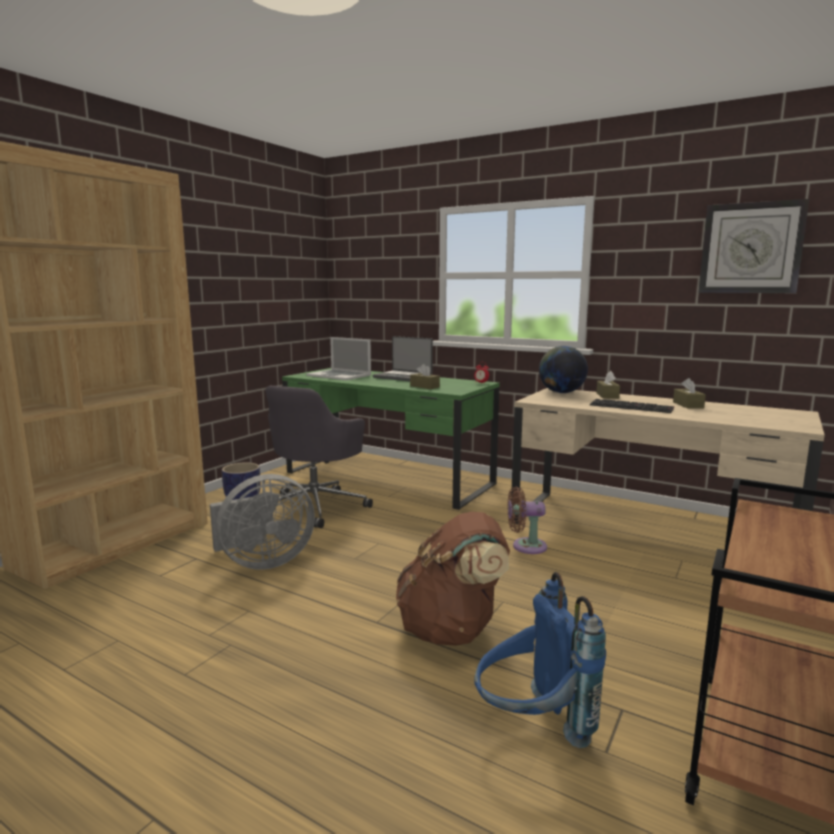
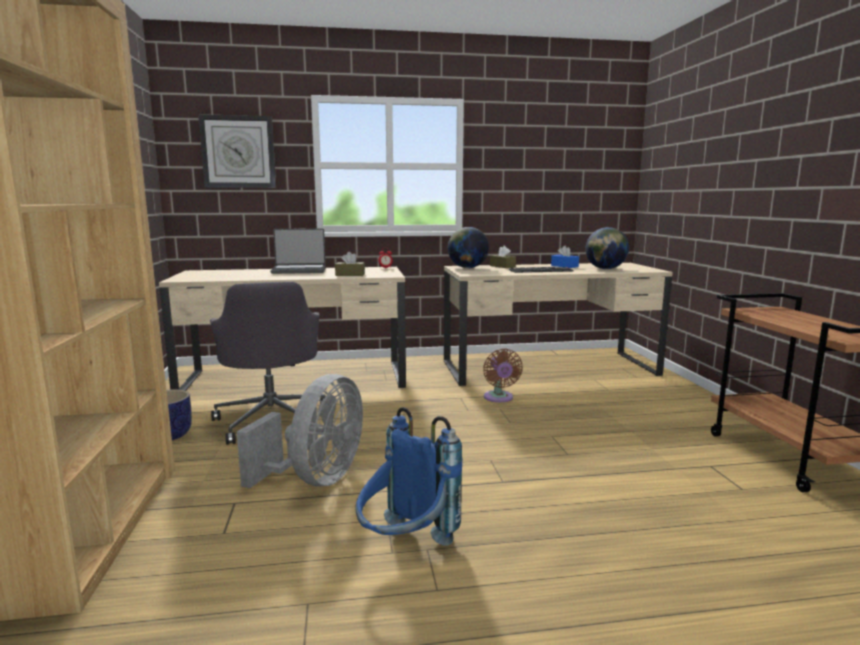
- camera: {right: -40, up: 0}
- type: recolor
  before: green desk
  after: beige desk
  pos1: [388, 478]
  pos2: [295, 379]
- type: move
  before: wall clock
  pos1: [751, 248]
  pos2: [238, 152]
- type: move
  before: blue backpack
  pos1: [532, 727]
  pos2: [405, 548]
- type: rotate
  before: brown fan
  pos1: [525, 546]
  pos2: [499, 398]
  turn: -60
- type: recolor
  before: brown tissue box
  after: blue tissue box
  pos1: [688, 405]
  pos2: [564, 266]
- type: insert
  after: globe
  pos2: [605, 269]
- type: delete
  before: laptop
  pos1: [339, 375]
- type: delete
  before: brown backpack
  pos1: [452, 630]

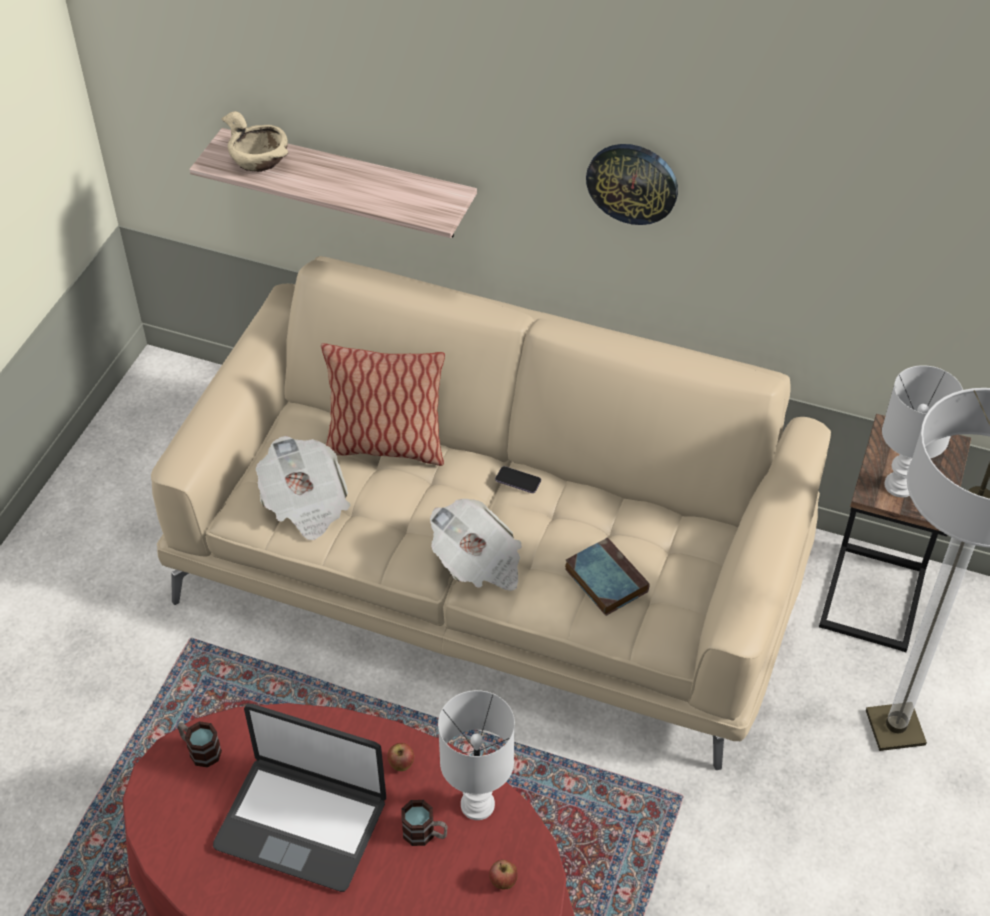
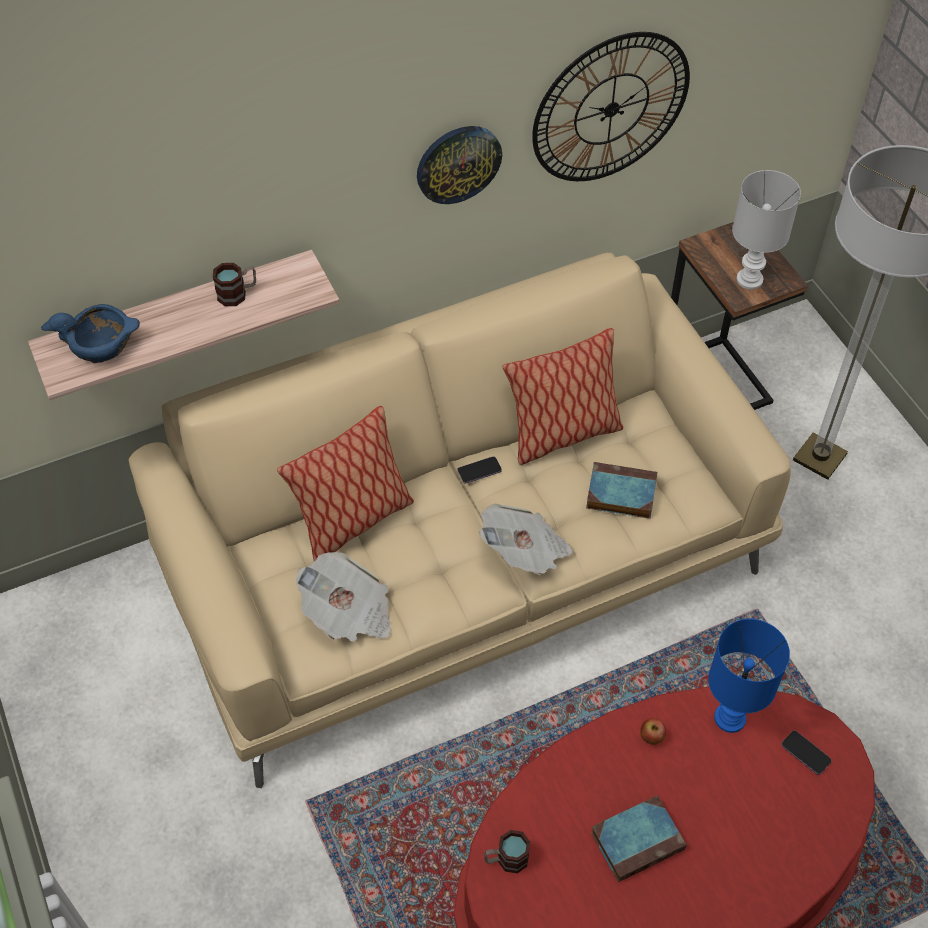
- camera: {right: -45, up: 5}
- type: recolor
  before: beige bowl
  after: blue bowl
  pos1: [259, 160]
  pos2: [101, 345]
- type: move
  before: mug
  pos1: [425, 834]
  pos2: [237, 294]
- type: insert
  after: pillow
  pos2: [562, 434]
- type: insert
  after: wall clock
  pos2: [611, 109]
- type: replace
  before: laptop
  after: book
  pos1: [302, 822]
  pos2: [638, 840]
- type: recolor
  before: white table lamp
  after: blue table lamp
  pos1: [478, 804]
  pos2: [729, 717]
- type: replace
  before: apple
  after: phone
  pos1: [503, 882]
  pos2: [805, 753]

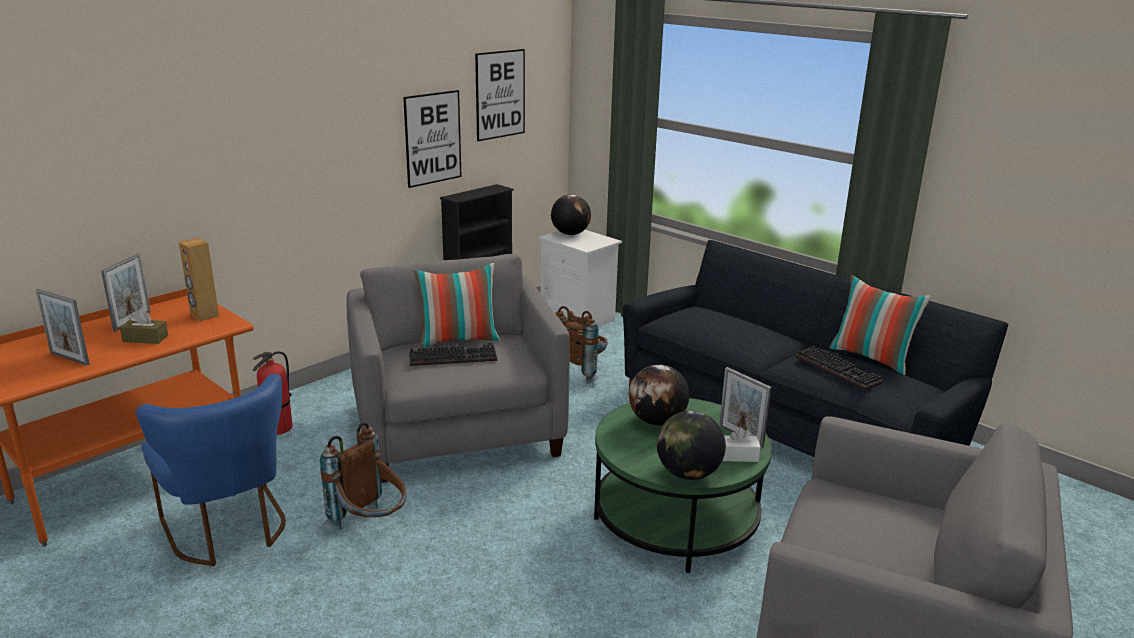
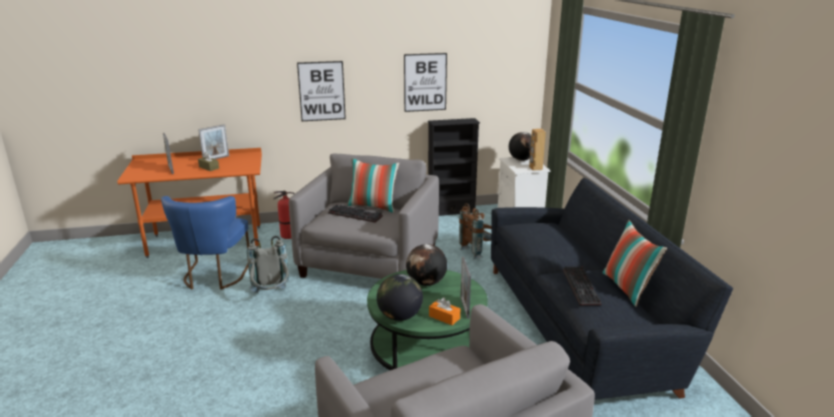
- camera: {right: 35, up: 0}
- type: recolor
  before: brown backpack
  after: grey backpack
  pos1: [371, 526]
  pos2: [271, 296]
- type: move
  before: picture
  pos1: [500, 94]
  pos2: [321, 91]
- type: recolor
  before: white tissue box
  after: orange tissue box
  pos1: [737, 456]
  pos2: [444, 317]
- type: move
  before: brown speaker
  pos1: [204, 315]
  pos2: [535, 168]

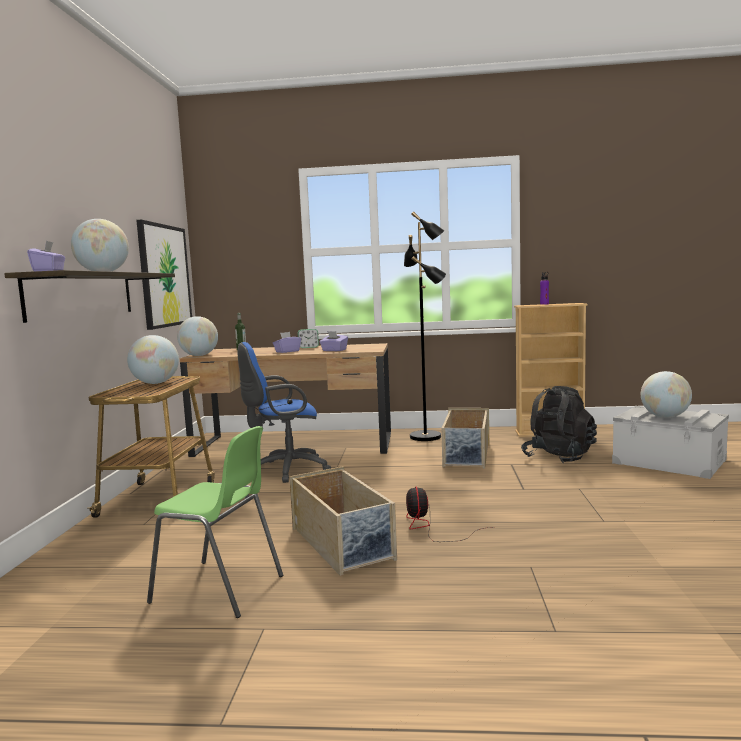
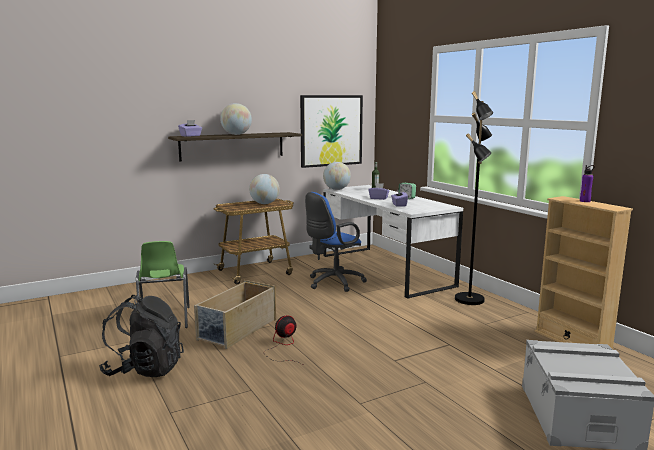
- camera: {right: 55, up: 5}
- type: move
  before: black backpack
  pos1: [558, 457]
  pos2: [145, 369]
- type: rotate
  before: blue office chair
  pos1: [285, 470]
  pos2: [333, 283]
  turn: -75
- type: recolor
  before: brown desk
  after: white desk
  pos1: [294, 444]
  pos2: [384, 270]
- type: delete
  before: beige storage box
  pos1: [466, 456]
- type: delete
  before: globe
  pos1: [665, 417]

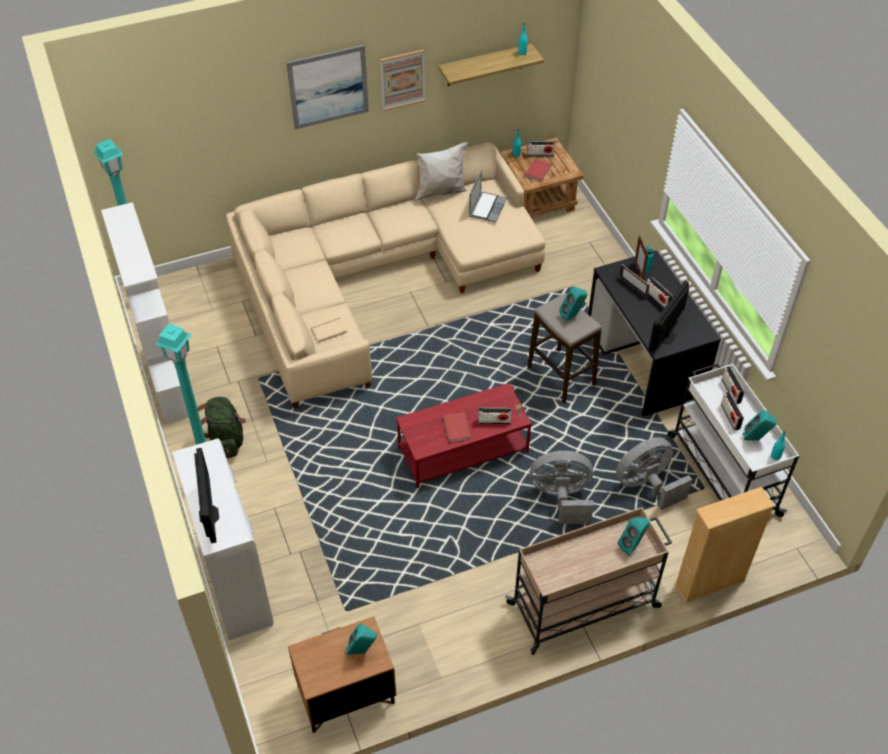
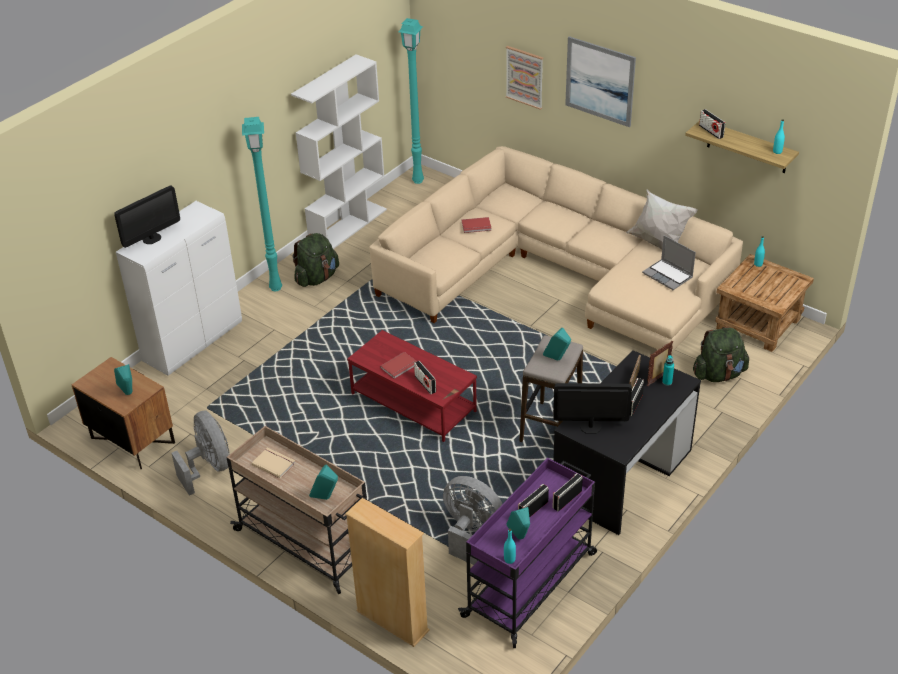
- camera: {right: 60, up: -10}
- type: move
  before: grey fan
  pos1: [561, 498]
  pos2: [209, 468]
- type: move
  before: beige book
  pos1: [328, 330]
  pos2: [274, 463]
- type: recolor
  before: white cart
  after: purple cart
  pos1: [722, 473]
  pos2: [531, 583]
- type: move
  before: red book
  pos1: [539, 171]
  pos2: [476, 226]
- type: move
  before: picture
  pos1: [402, 79]
  pos2: [525, 77]
- type: rotate
  before: laptop
  pos1: [487, 207]
  pos2: [668, 275]
  turn: 60
- type: insert
  after: green backpack
  pos2: [719, 374]
- type: move
  before: radio
  pos1: [540, 154]
  pos2: [711, 131]

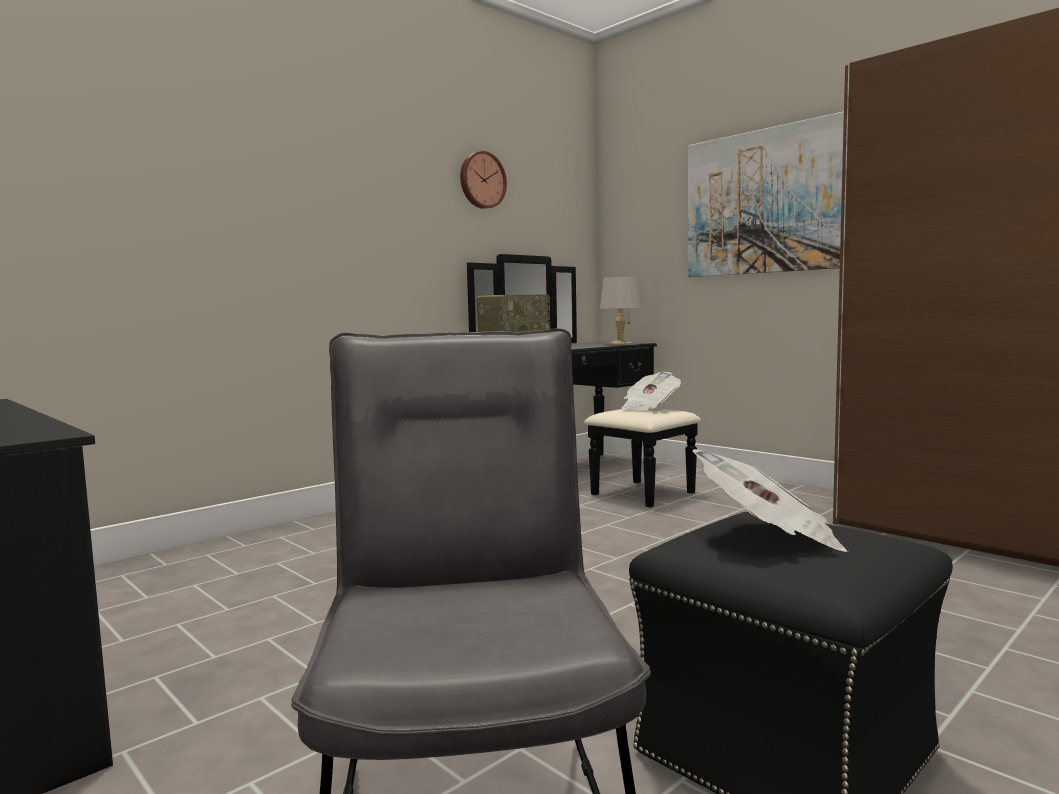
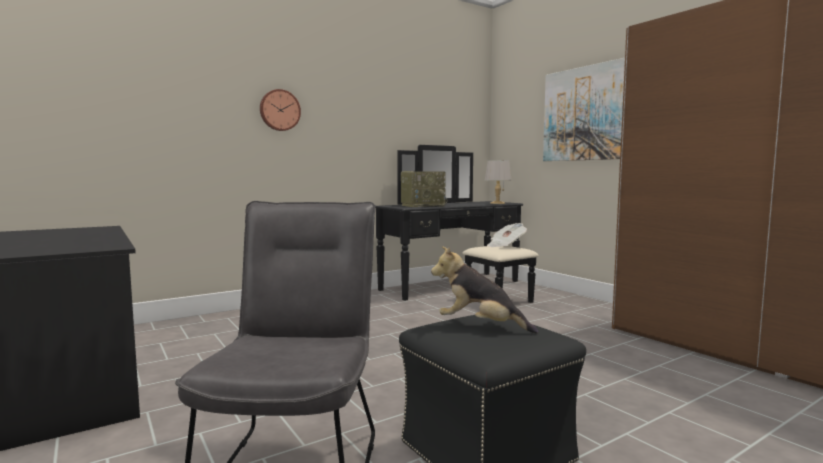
- camera: {right: 10, up: 0}
- type: move
  before: wall clock
  pos1: [481, 180]
  pos2: [279, 110]
- type: replace
  before: newspaper
  after: plush toy
  pos1: [769, 537]
  pos2: [480, 326]

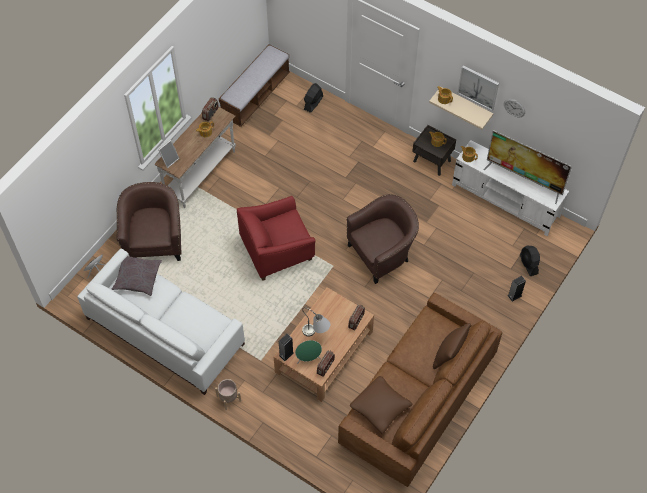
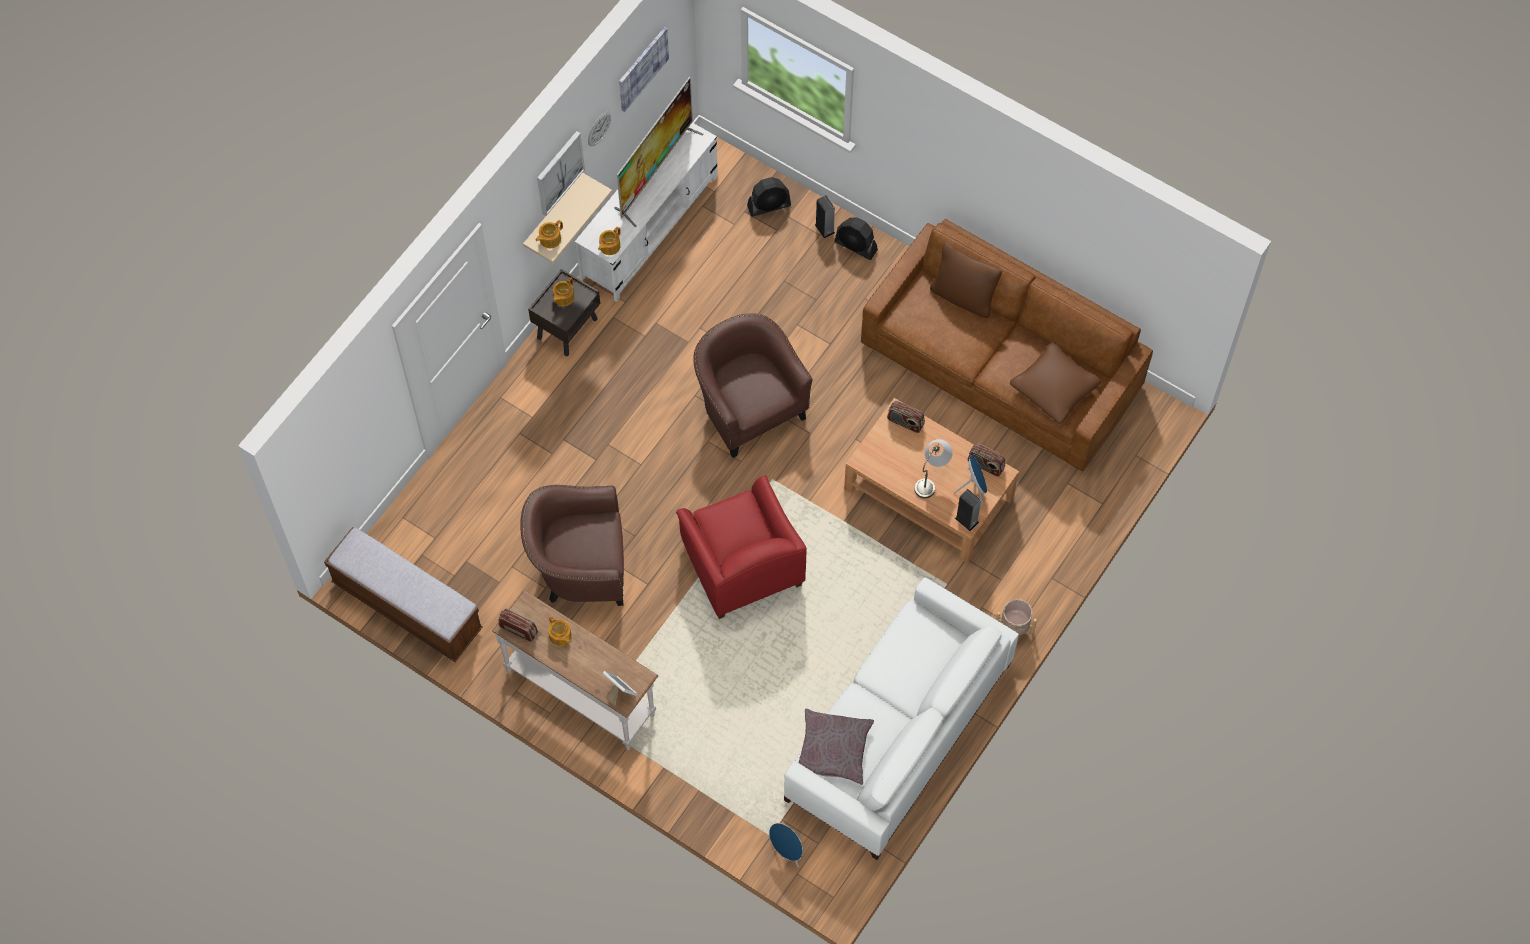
- camera: {right: -90, up: 5}
- type: move
  before: brown armchair
  pos1: [154, 241]
  pos2: [579, 568]
- type: insert
  after: picture
  pos2: [642, 68]
- type: move
  before: black fan
  pos1: [313, 103]
  pos2: [856, 246]
- type: recolor
  before: green speaker
  after: blue speaker
  pos1: [308, 358]
  pos2: [973, 489]

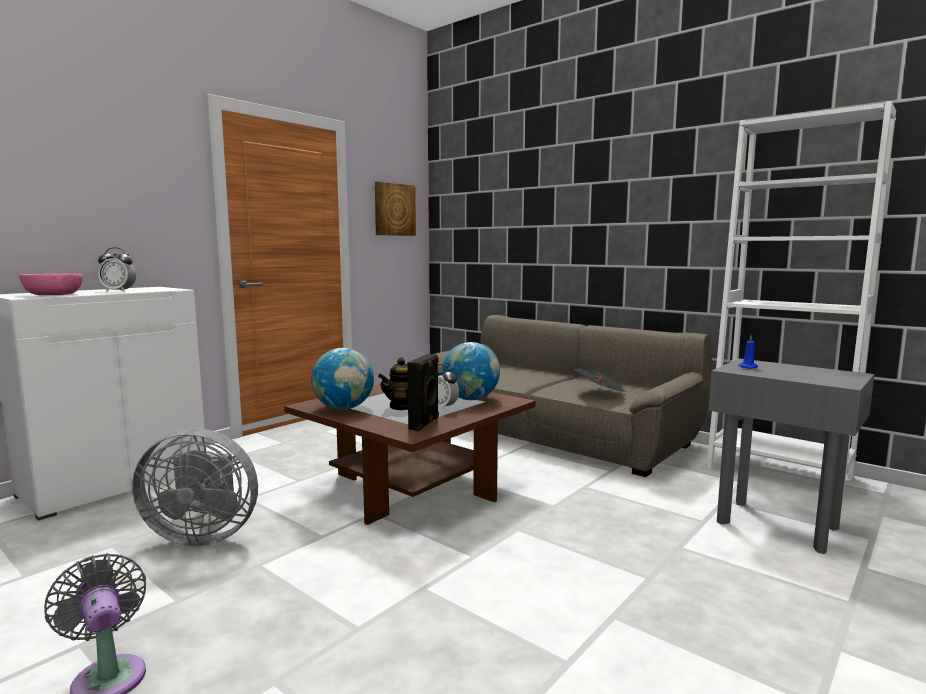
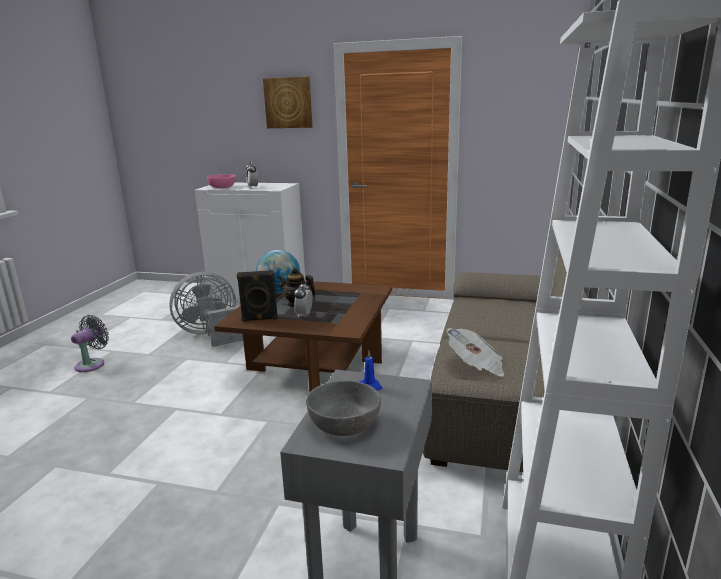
- camera: {right: 65, up: 10}
- type: rotate
  before: grey fan
  pos1: [203, 535]
  pos2: [211, 335]
  turn: 90
- type: move
  before: picture
  pos1: [394, 209]
  pos2: [288, 103]
- type: insert
  after: grey bowl
  pos2: [344, 423]
- type: delete
  before: globe
  pos1: [471, 399]

